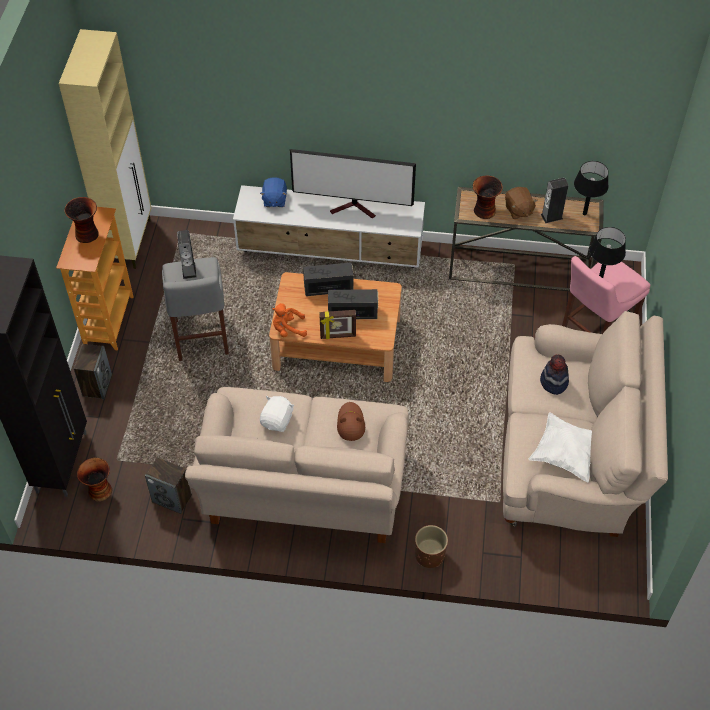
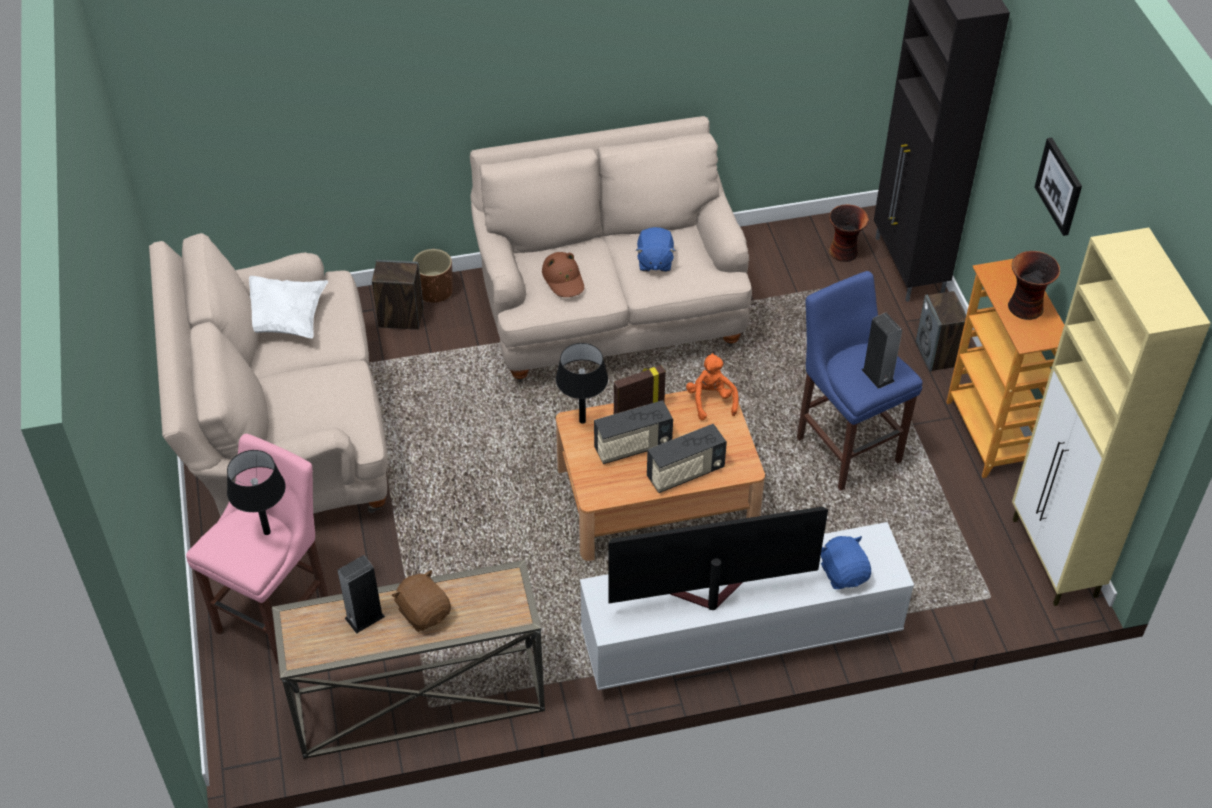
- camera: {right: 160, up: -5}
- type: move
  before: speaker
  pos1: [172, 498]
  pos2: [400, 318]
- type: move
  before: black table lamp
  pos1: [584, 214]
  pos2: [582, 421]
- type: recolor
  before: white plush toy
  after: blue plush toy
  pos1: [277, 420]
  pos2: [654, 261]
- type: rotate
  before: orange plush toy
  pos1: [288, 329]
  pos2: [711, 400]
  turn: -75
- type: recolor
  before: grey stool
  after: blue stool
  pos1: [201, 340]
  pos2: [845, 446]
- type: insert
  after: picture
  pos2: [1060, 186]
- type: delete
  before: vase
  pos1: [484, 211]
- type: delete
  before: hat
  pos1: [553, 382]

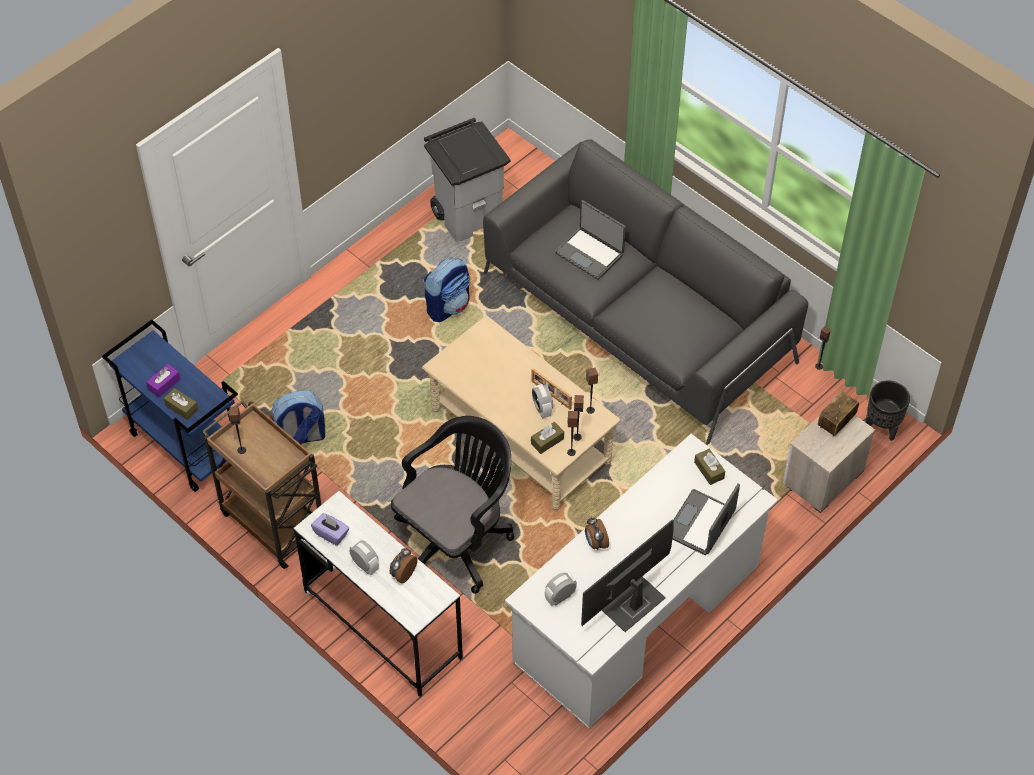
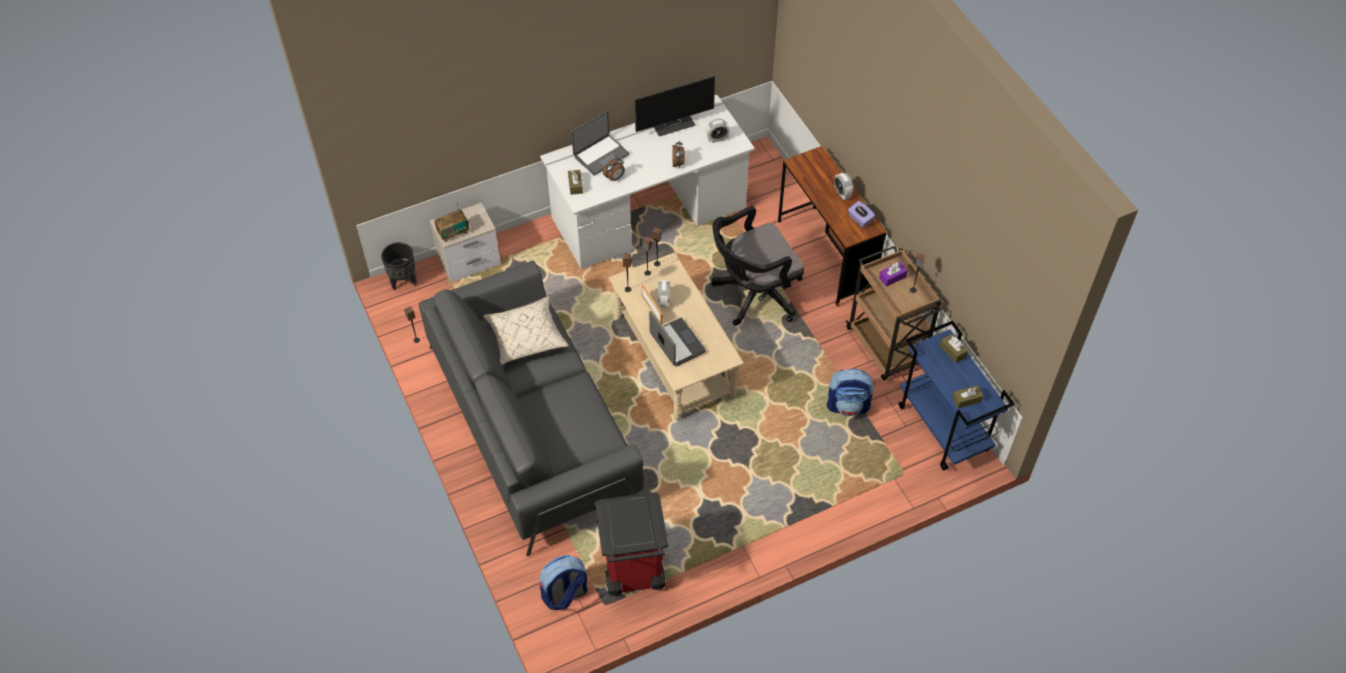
- camera: {right: -160, up: 0}
- type: insert
  after: beige pillow
  pos2: [526, 337]
- type: move
  before: backpack
  pos1: [448, 306]
  pos2: [564, 595]
- type: recolor
  before: grey trash can
  after: red trash can
  pos1: [468, 216]
  pos2: [632, 572]
- type: move
  before: alarm clock
  pos1: [402, 574]
  pos2: [615, 178]
- type: move
  before: laptop
  pos1: [590, 253]
  pos2: [676, 343]
- type: recolor
  before: white desk
  after: brown desk
  pos1: [382, 625]
  pos2: [825, 255]
- type: move
  before: purple tissue box
  pos1: [164, 384]
  pos2: [892, 277]
- type: move
  before: brown tissue box
  pos1: [547, 441]
  pos2: [966, 399]

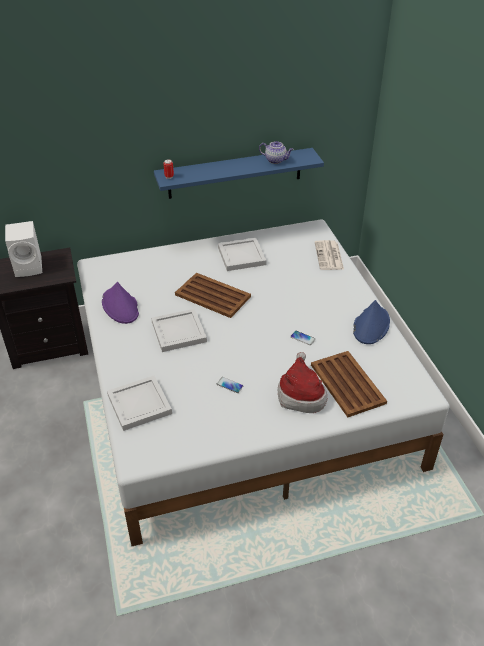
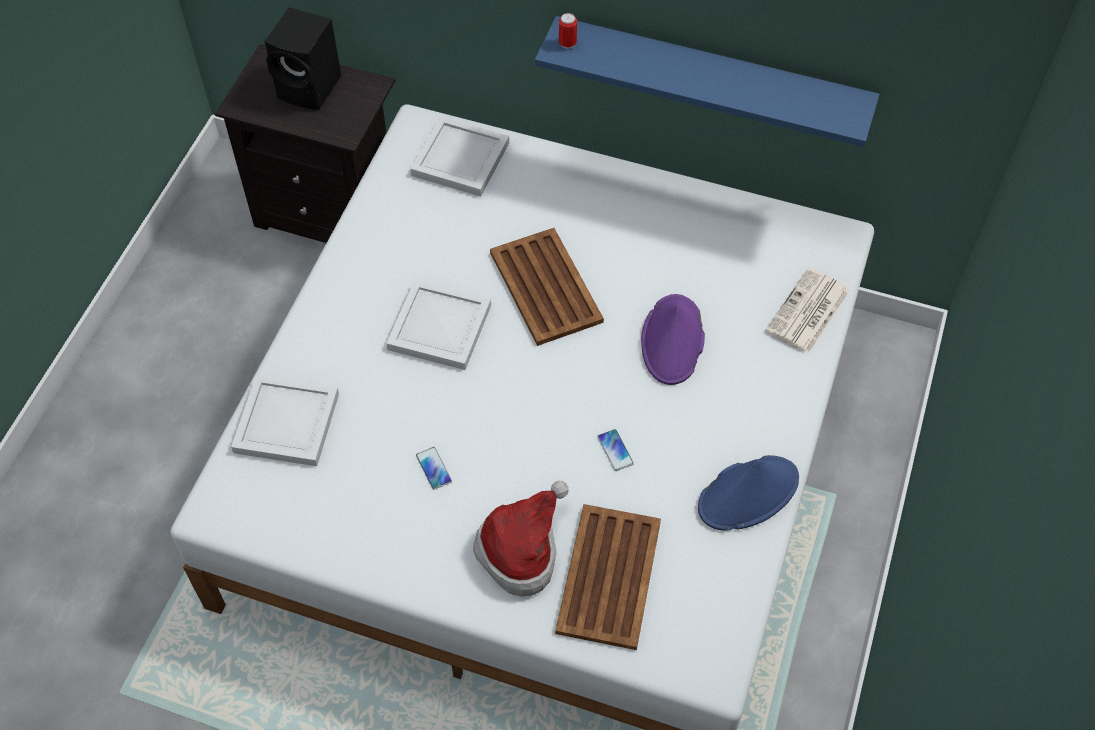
- camera: {right: 35, up: 15}
- type: recolor
  before: white speaker
  after: black speaker
  pos1: [30, 266]
  pos2: [311, 88]
- type: move
  before: white tray
  pos1: [242, 256]
  pos2: [461, 160]
- type: move
  before: purple hat
  pos1: [120, 306]
  pos2: [672, 341]
- type: delete
  before: teapot
  pos1: [276, 160]

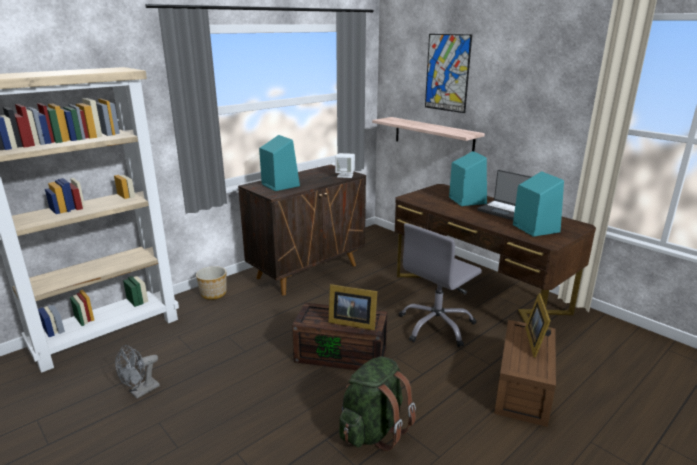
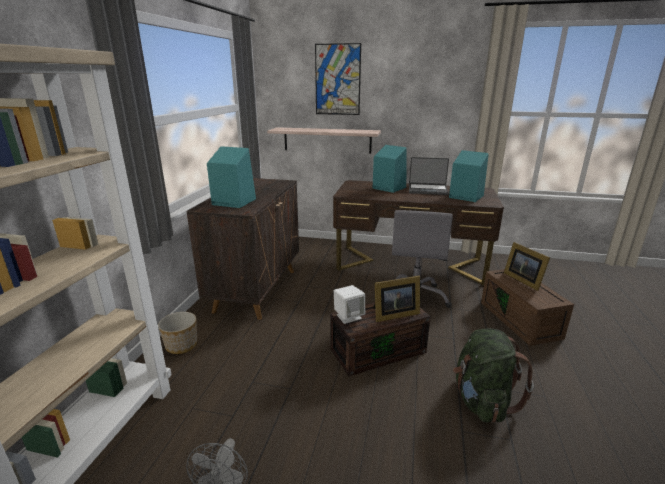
- camera: {right: -35, up: 0}
- type: move
  before: white speaker
  pos1: [345, 175]
  pos2: [349, 316]

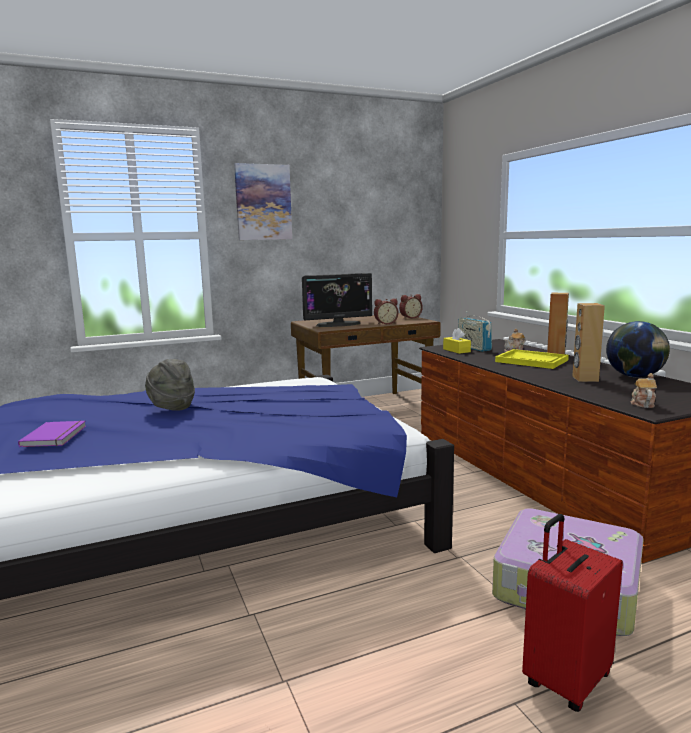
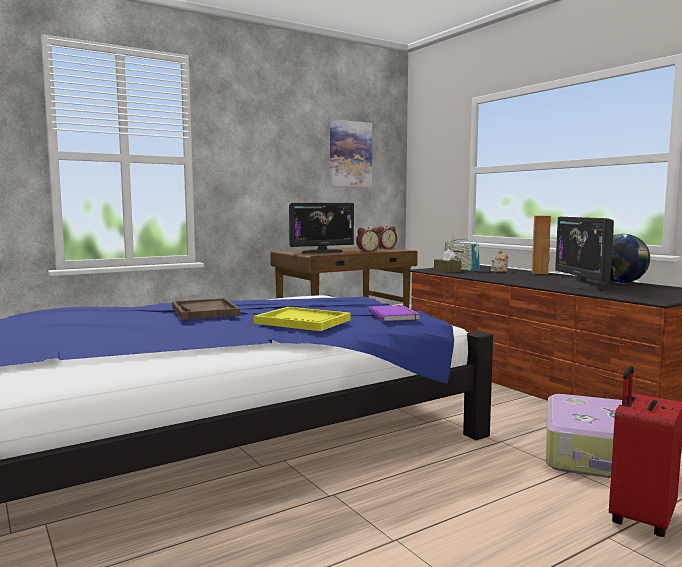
- camera: {right: -10, up: -5}
- type: replace
  before: grey hat
  after: brown tray
  pos1: [171, 407]
  pos2: [205, 311]
- type: move
  before: yellow tray
  pos1: [532, 361]
  pos2: [303, 321]
- type: move
  before: picture
  pos1: [263, 202]
  pos2: [350, 154]
- type: move
  before: purple book
  pos1: [56, 436]
  pos2: [395, 315]
- type: recolor
  before: yellow tissue box
  after: brown tissue box
  pos1: [456, 350]
  pos2: [447, 271]
- type: replace
  before: brown speaker
  after: monitor
  pos1: [584, 379]
  pos2: [581, 285]
- type: delete
  before: teapot
  pos1: [642, 404]

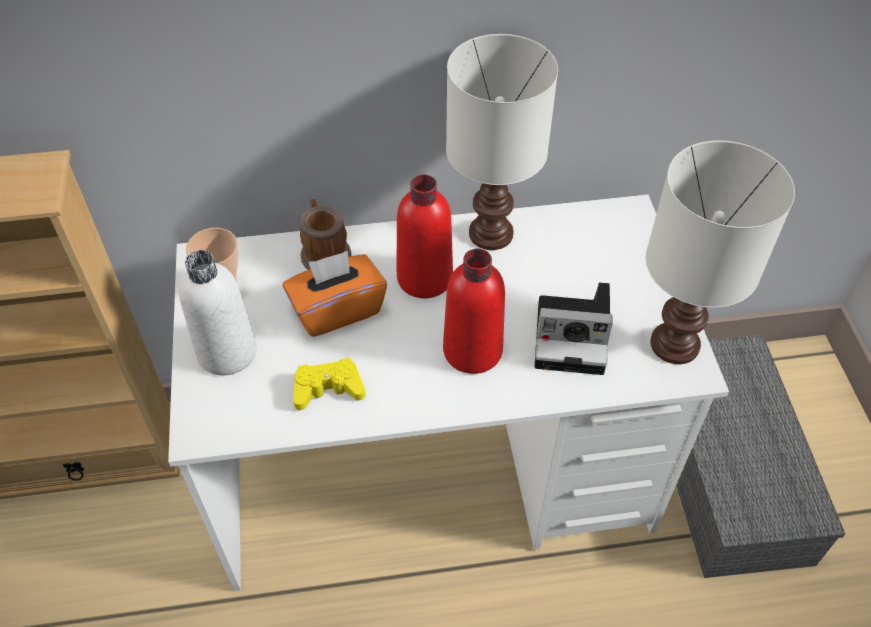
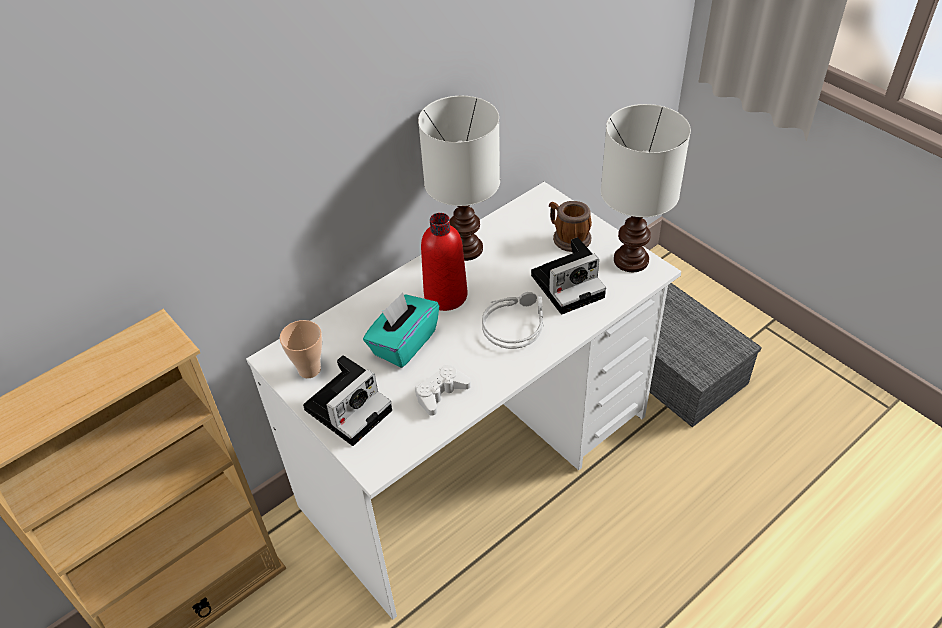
- camera: {right: -30, up: -5}
- type: replace
  before: white bottle
  after: photo camera
  pos1: [227, 352]
  pos2: [349, 407]
- type: recolor
  before: orange tissue box
  after: turquoise tissue box
  pos1: [337, 310]
  pos2: [403, 343]
- type: recolor
  before: yellow game controller
  after: white game controller
  pos1: [328, 389]
  pos2: [441, 393]
- type: replace
  before: red bottle
  after: grey headphones
  pos1: [472, 350]
  pos2: [514, 323]
- type: move
  before: mug
  pos1: [324, 252]
  pos2: [568, 238]

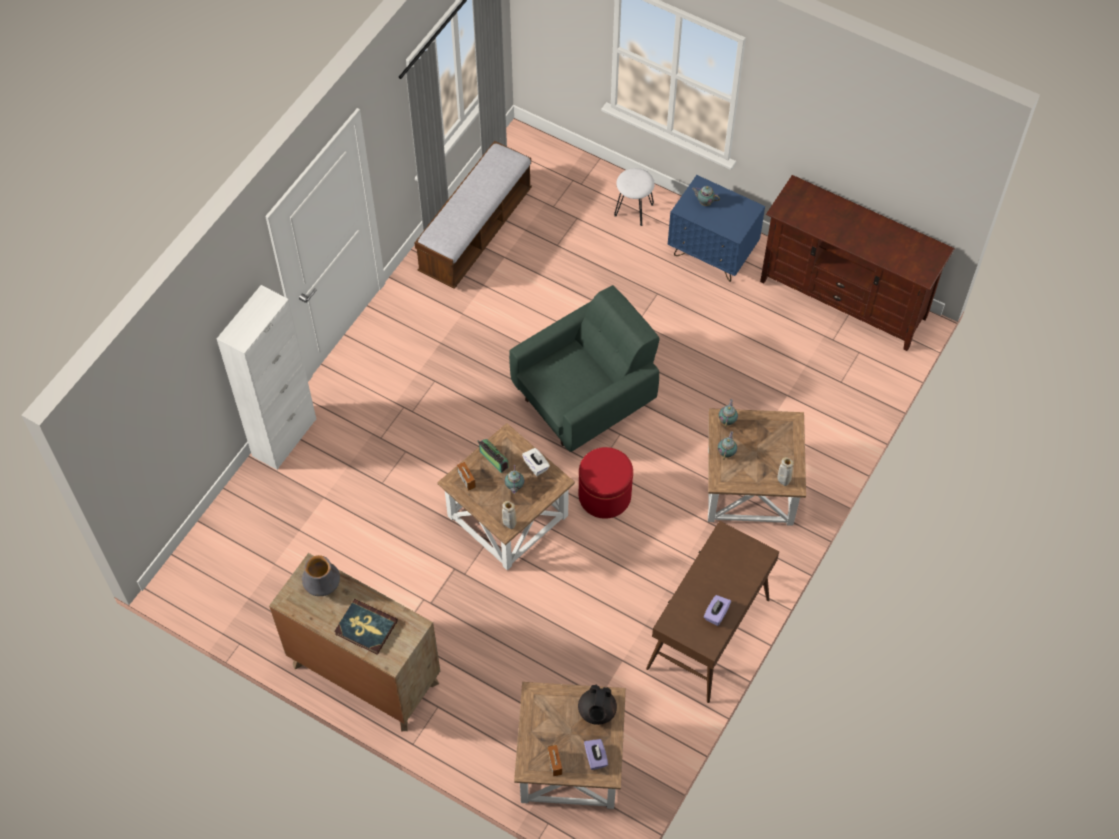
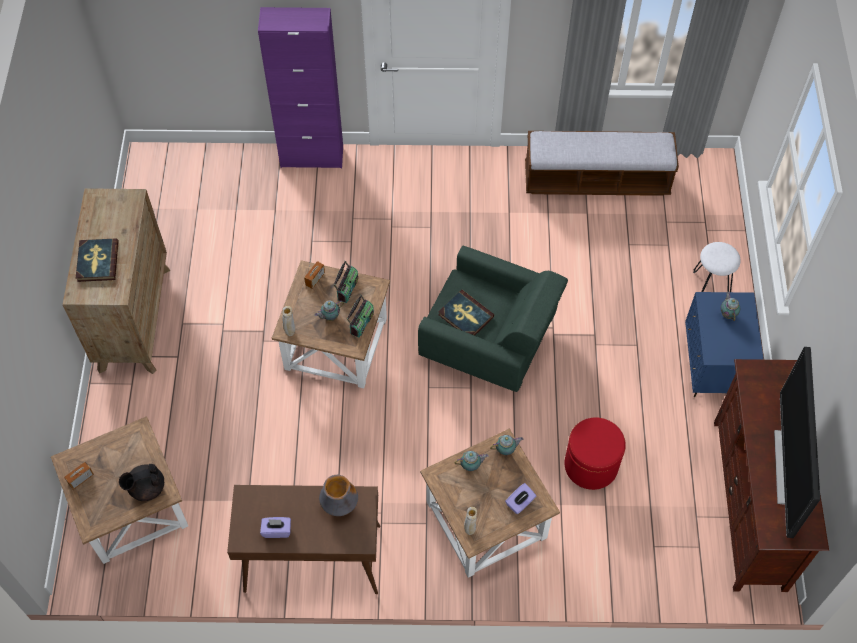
- camera: {right: 60, up: 0}
- type: recolor
  before: white cabinet
  after: purple cabinet
  pos1: [284, 437]
  pos2: [312, 157]
- type: move
  before: vase
  pos1: [322, 586]
  pos2: [339, 504]
- type: replace
  before: white tissue box
  after: radio
  pos1: [536, 466]
  pos2: [361, 322]
- type: insert
  after: book
  pos2: [465, 316]
- type: move
  before: purple tissue box
  pos1: [596, 758]
  pos2: [520, 503]
- type: move
  before: red ottoman
  pos1: [604, 496]
  pos2: [591, 465]
- type: insert
  after: television
  pos2: [788, 468]

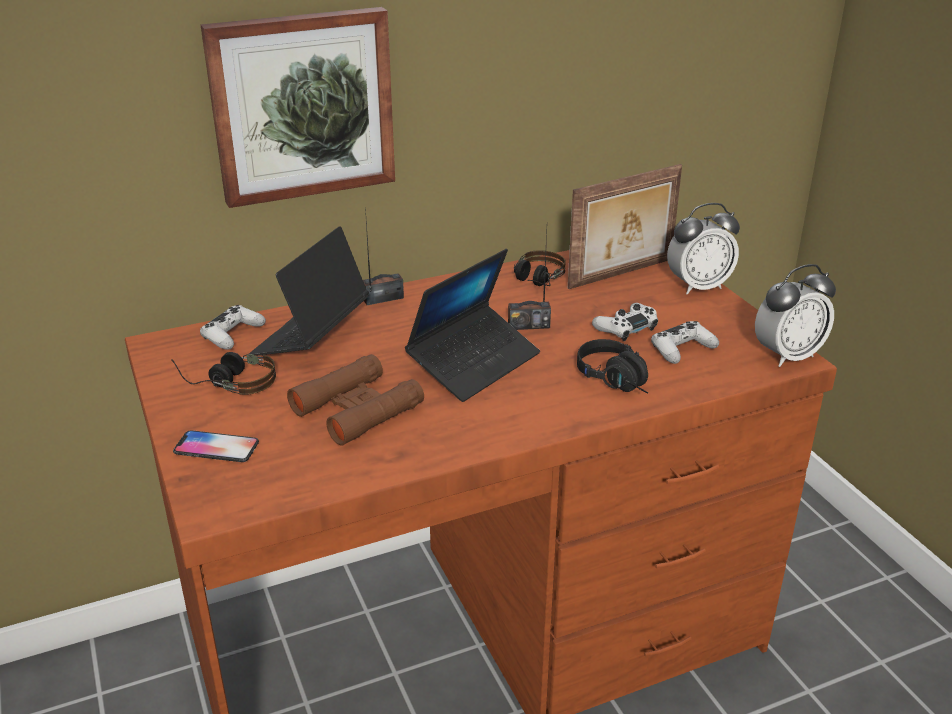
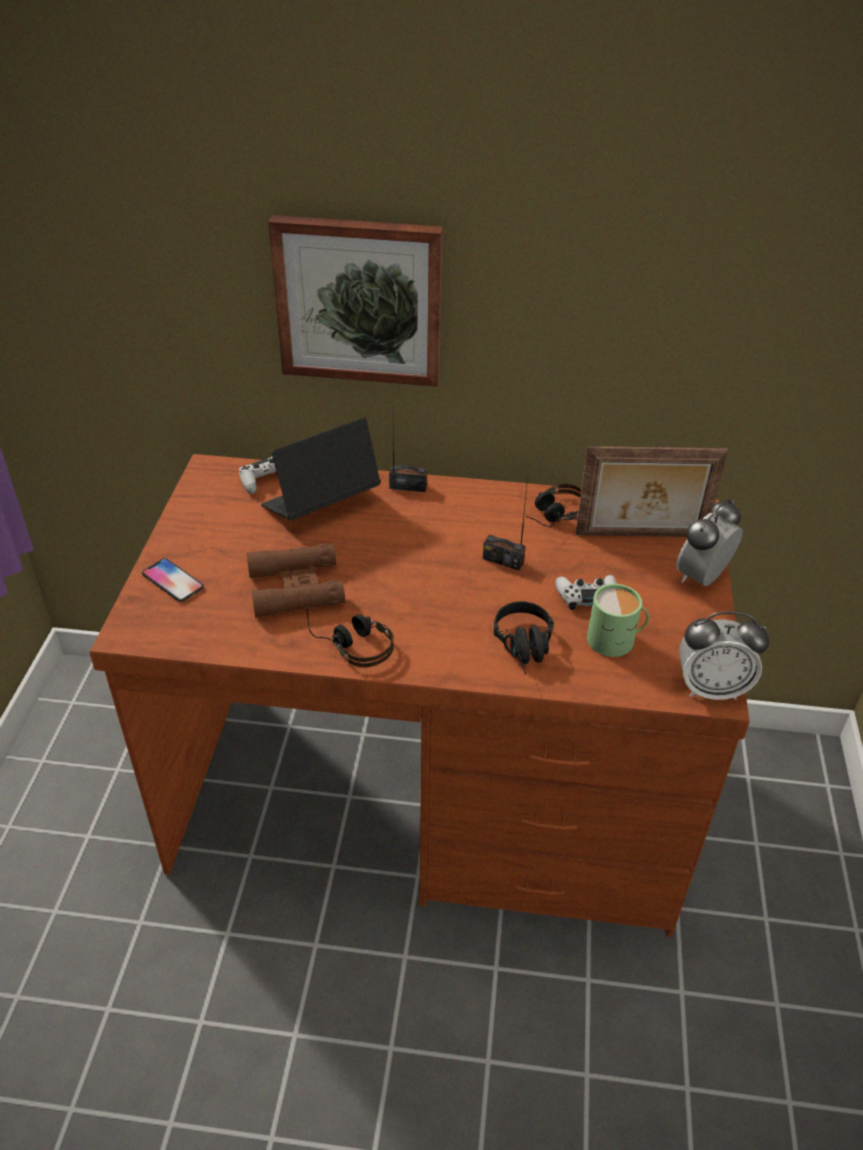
- camera: {right: 30, up: 10}
- type: move
  before: headphones
  pos1: [227, 382]
  pos2: [350, 642]
- type: replace
  before: white game controller
  after: green mug
  pos1: [682, 349]
  pos2: [616, 640]
- type: rotate
  before: alarm clock
  pos1: [698, 286]
  pos2: [702, 577]
  turn: 120
- type: delete
  before: laptop
  pos1: [474, 363]

